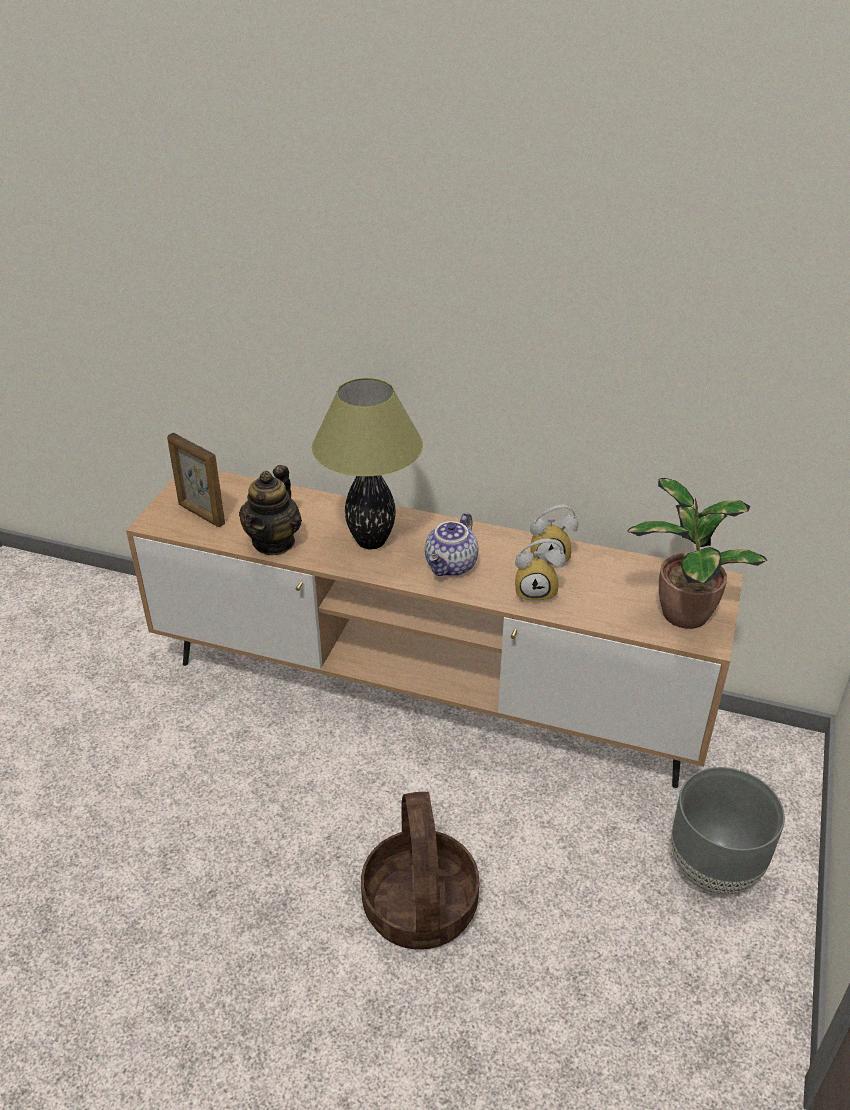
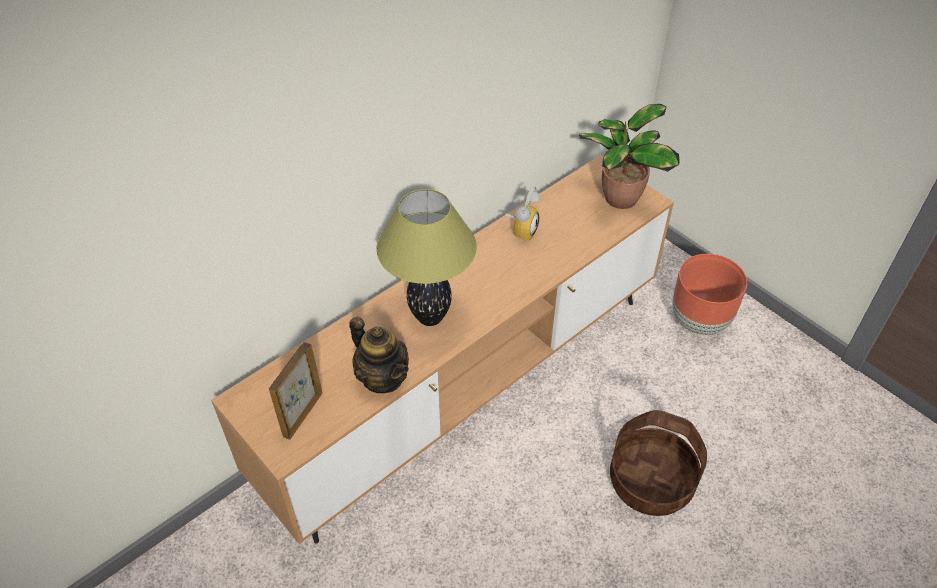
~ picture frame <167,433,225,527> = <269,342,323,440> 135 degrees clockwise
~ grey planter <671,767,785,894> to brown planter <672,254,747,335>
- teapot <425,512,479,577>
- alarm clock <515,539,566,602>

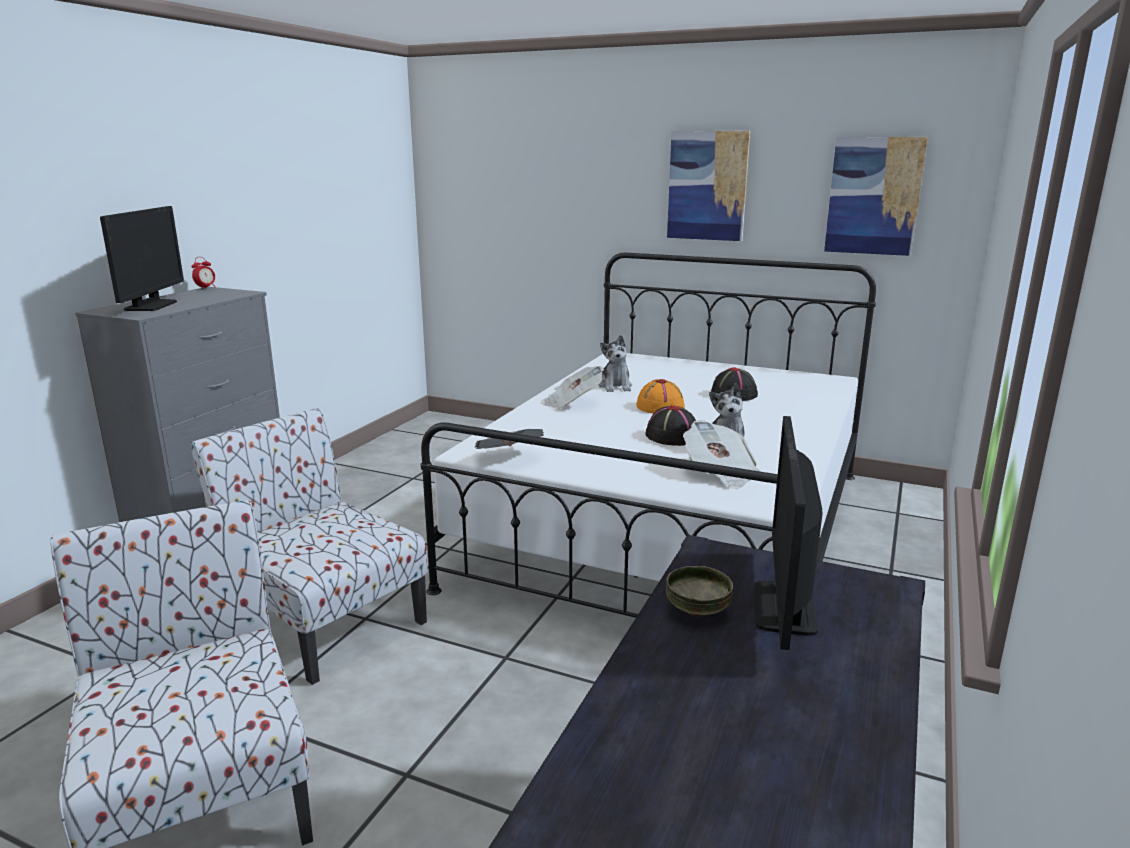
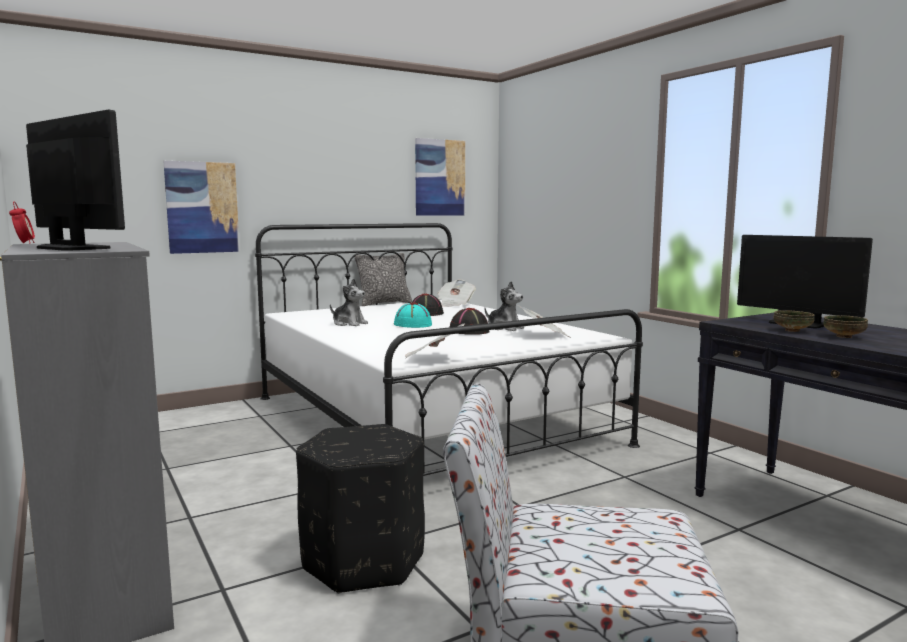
~ picture <667,131,750,241> to <163,161,240,254>
~ chair <191,408,428,685> to black ottoman <296,424,425,594>
+ pillow <355,253,412,306>
~ orange hat <637,379,685,414> to turquoise hat <394,302,432,328>
~ newspaper <541,366,604,409> to <437,280,476,307>
+ bowl <823,315,868,338>

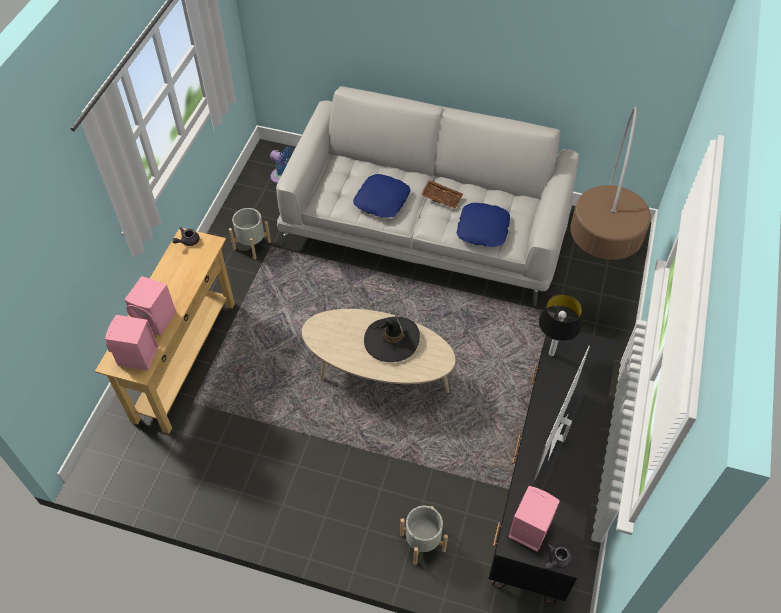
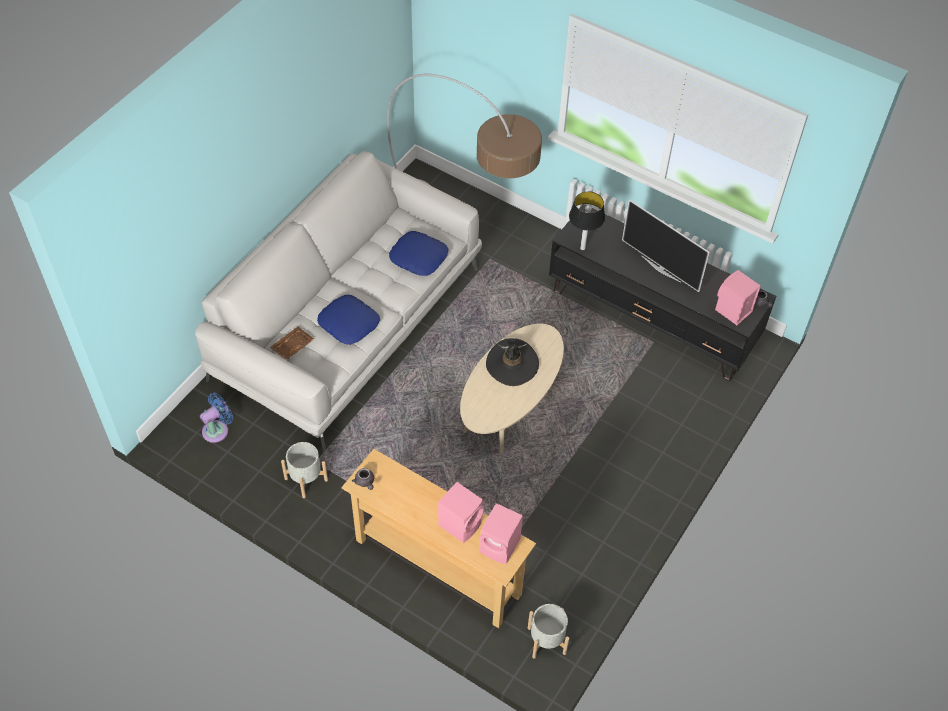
~ brown tray <421,180,463,209> to <270,327,314,360>
~ grey planter <400,506,448,565> to <528,604,569,659>

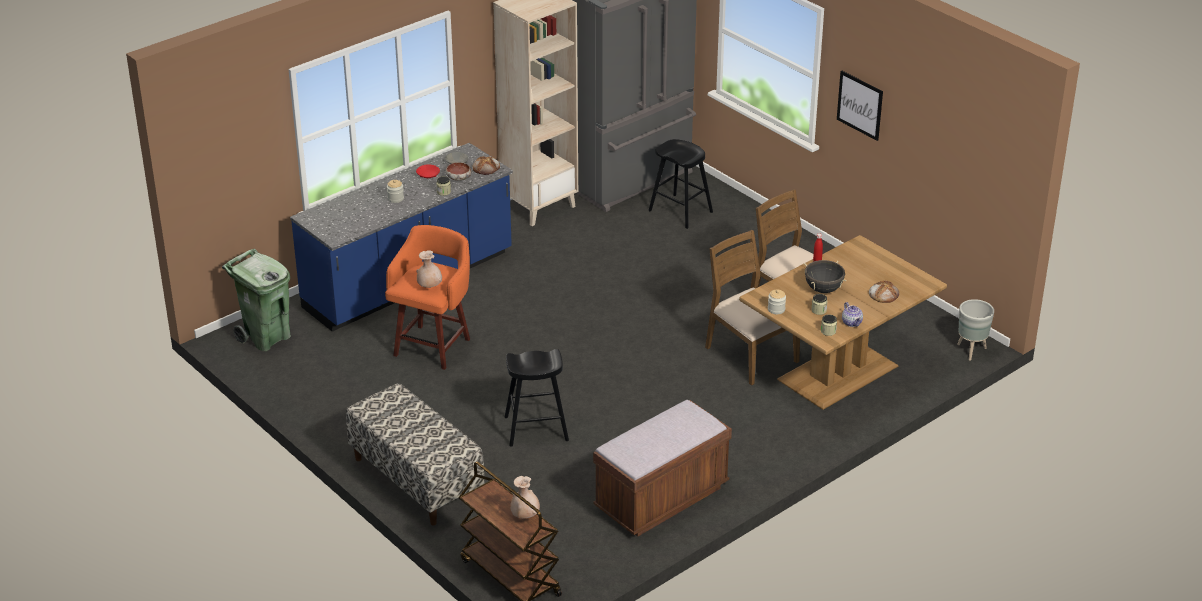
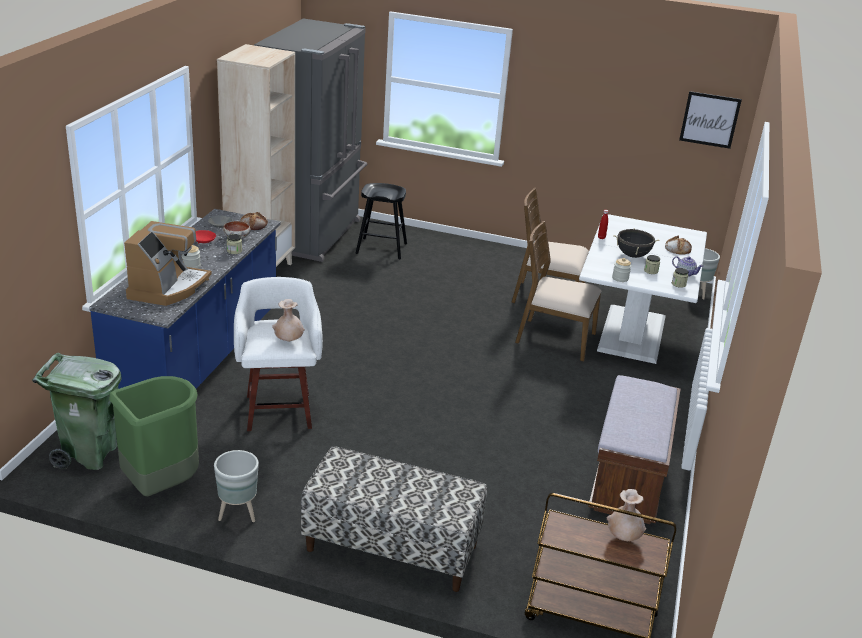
+ green trash can <109,376,199,497>
+ coffee machine <124,221,212,306>
+ grey planter <214,450,259,522>
~ orange stool <385,225,470,370> to white stool <234,277,323,431>
~ brown dining table <739,235,947,410> to white dining table <579,214,707,364>
~ picture <837,70,883,141> to <679,91,742,149>
- black stool <505,349,569,447>

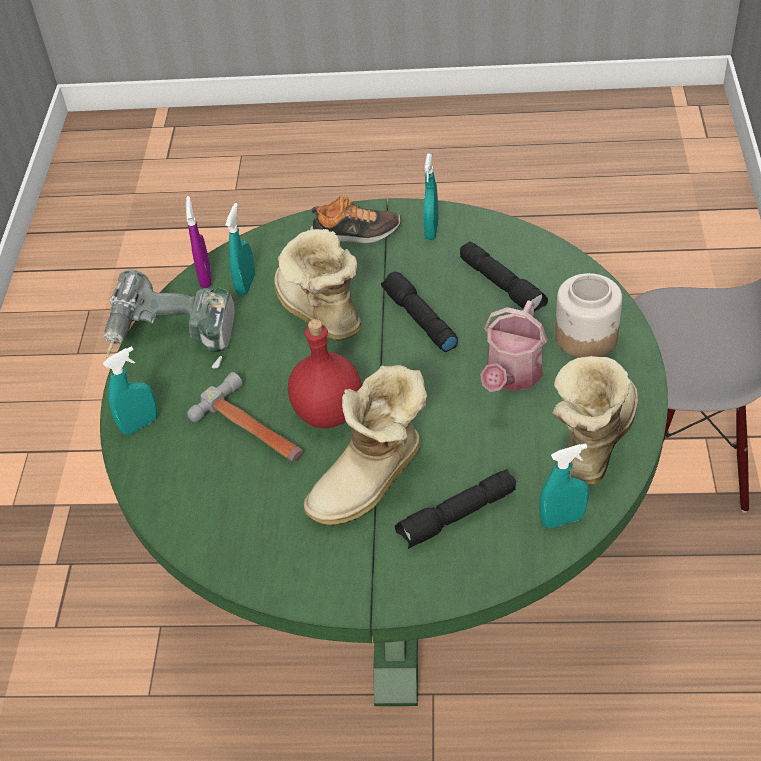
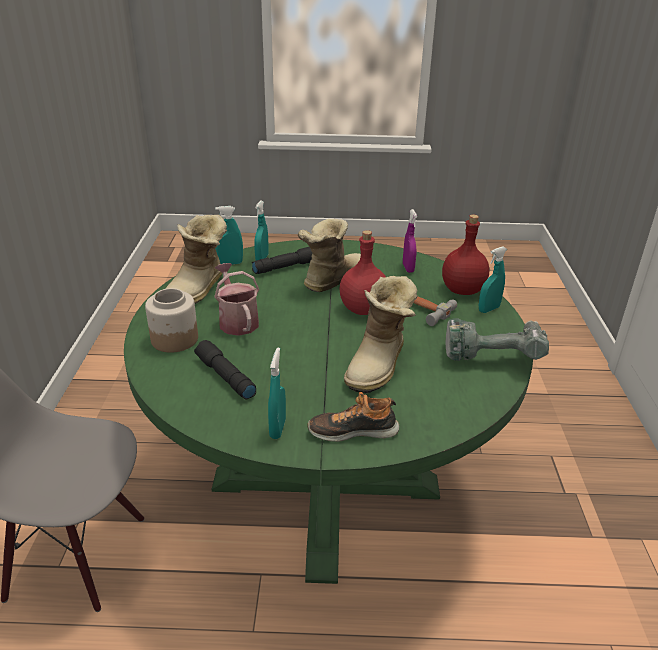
~ watering can <480,300,547,392> = <214,263,259,336> 45 degrees counterclockwise
~ turquoise spray bottle <225,203,255,296> to <254,201,269,260>
~ boot <274,229,362,341> = <344,276,418,394> 60 degrees clockwise
~ purple spray bottle <186,196,211,288> to <403,209,417,273>
+ red bottle <442,215,489,295>
- black flashlight <381,271,458,352>

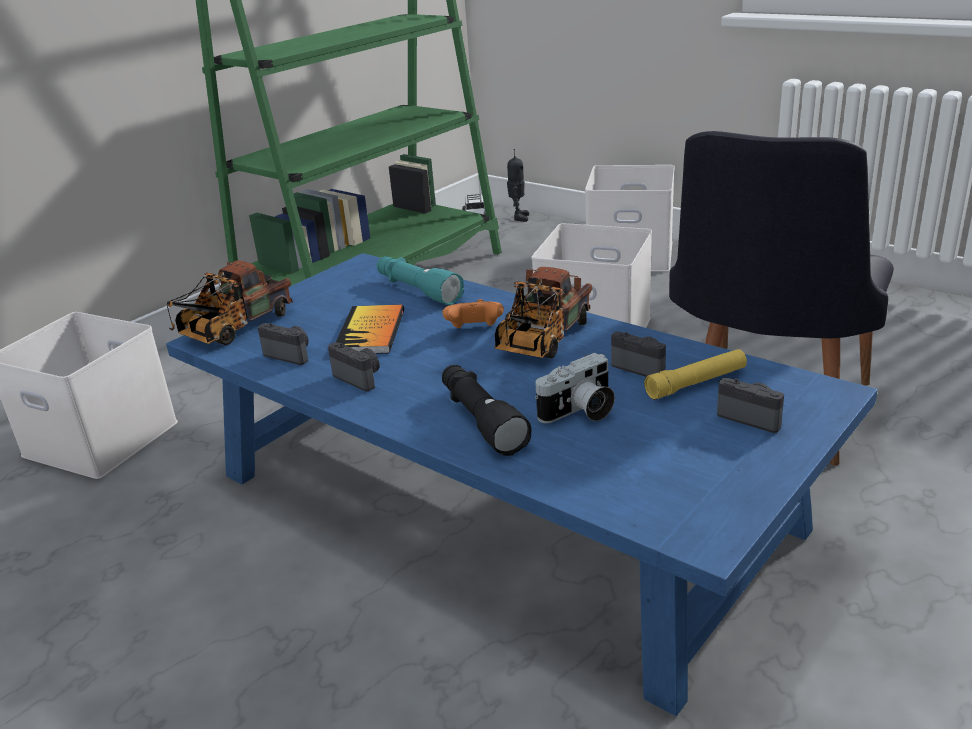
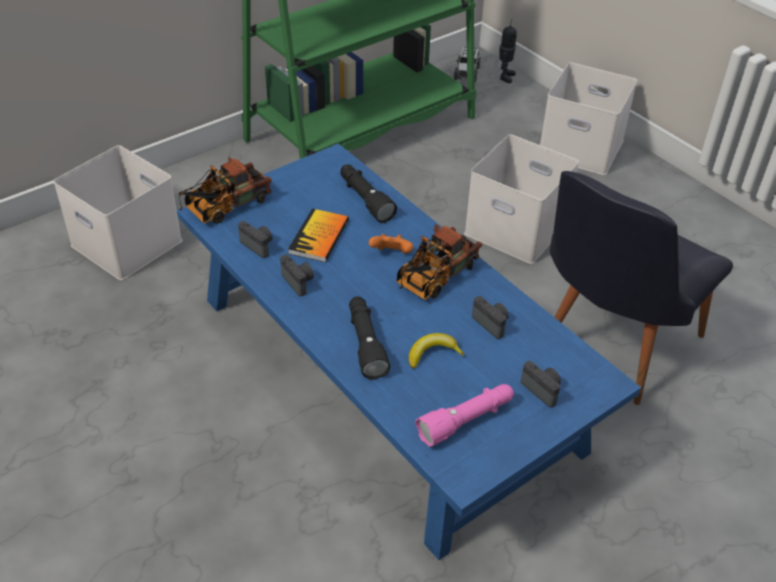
~ turquoise flashlight <376,256,464,305> to black flashlight <340,164,397,223>
~ photo camera <535,353,615,423> to banana <409,333,464,369>
+ pink flashlight <415,384,514,447>
- yellow flashlight <644,349,747,400>

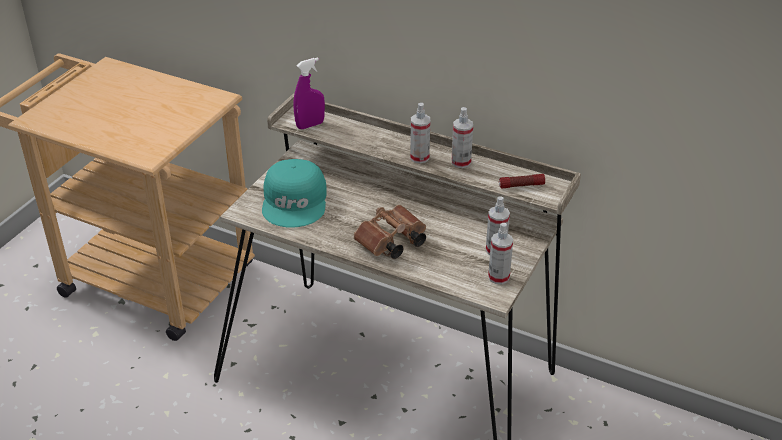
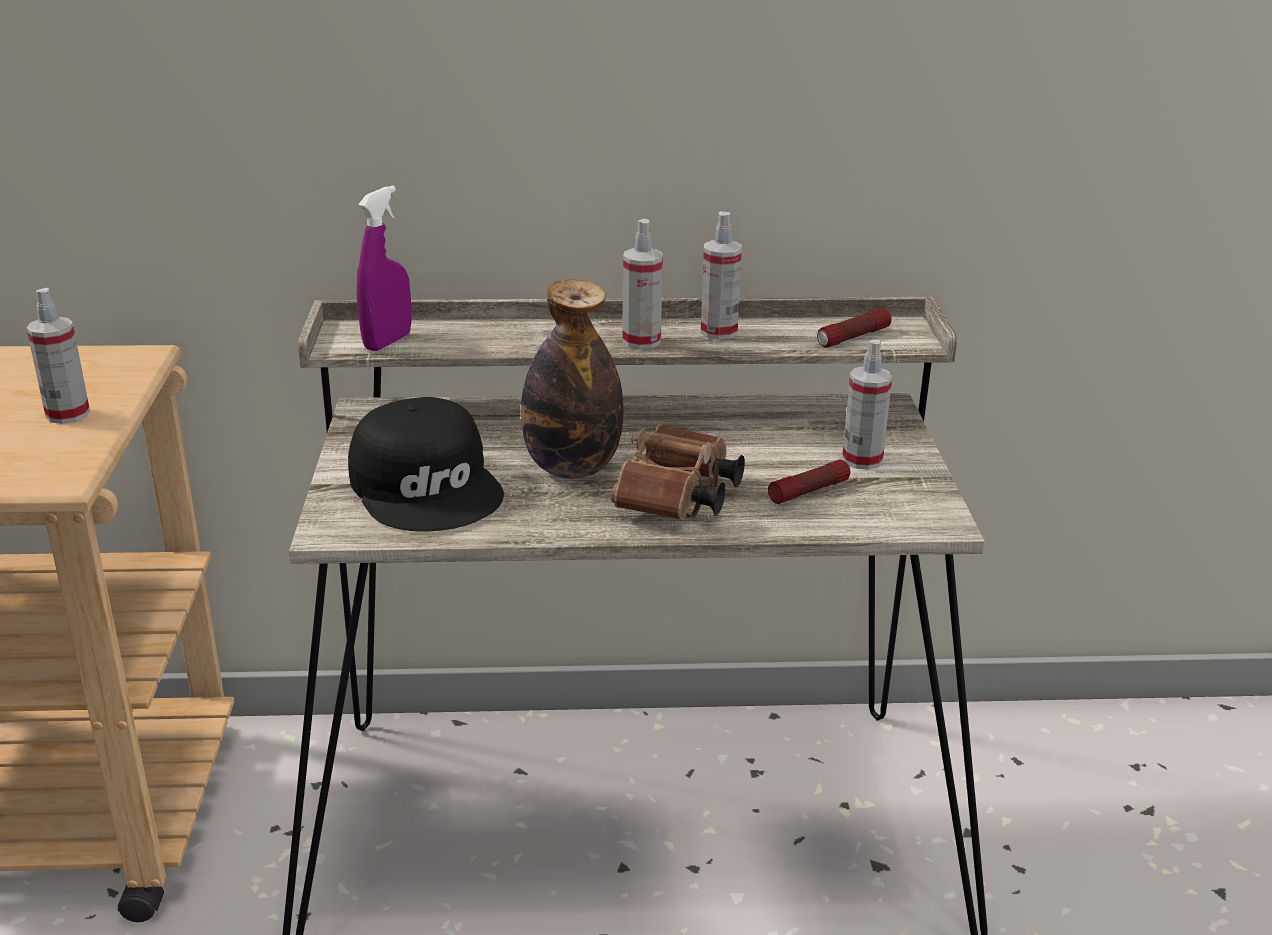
~ spray bottle <488,223,513,284> to <27,288,90,424>
~ turquoise cap <262,159,327,228> to black cap <348,397,504,532>
+ bottle <521,279,623,479>
+ flashlight <768,459,850,504>

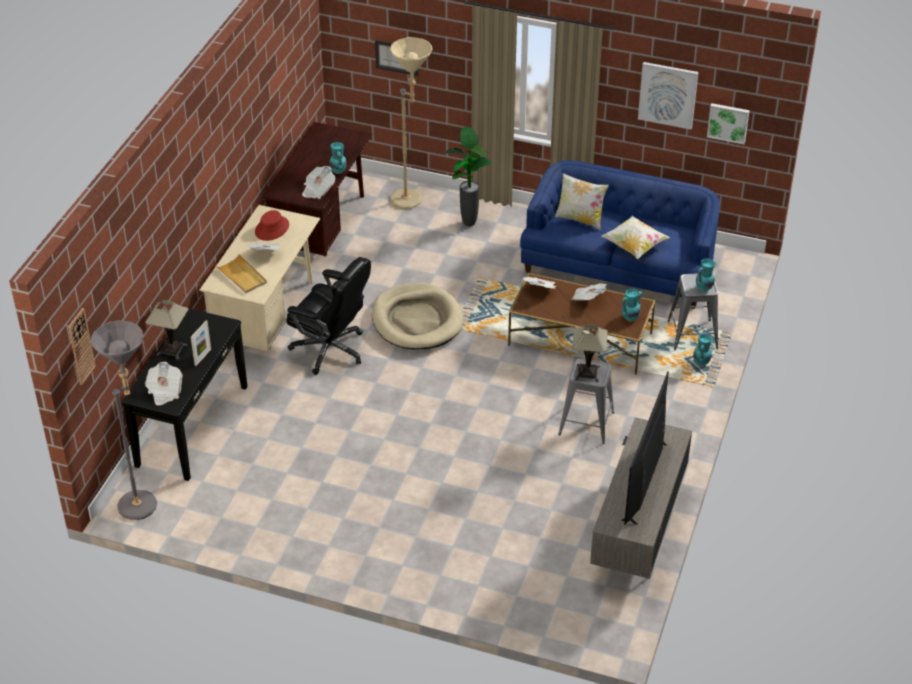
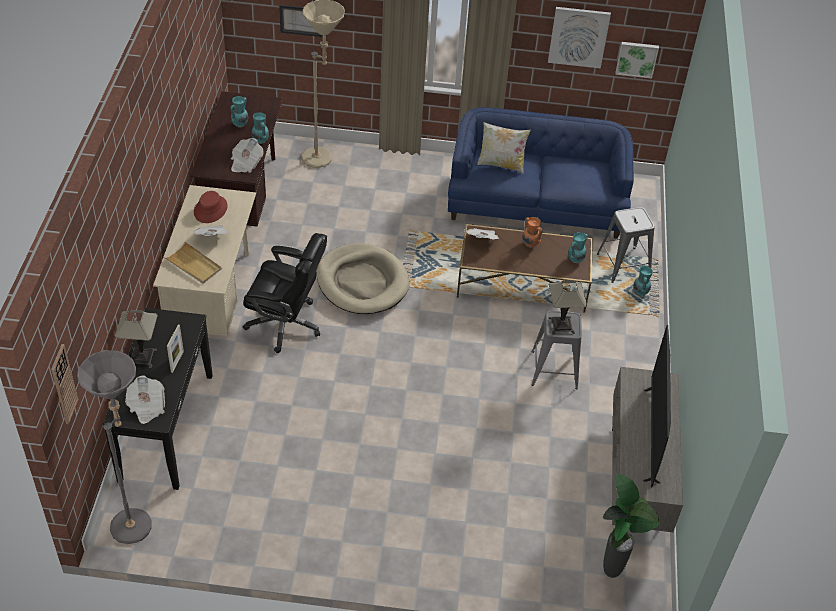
~ turquoise vase <696,258,716,292> to <231,96,248,128>
~ newspaper <571,283,607,300> to orange vase <523,217,542,248>
~ potted plant <446,127,491,226> to <603,474,660,578>
- pillow <601,216,670,259>

